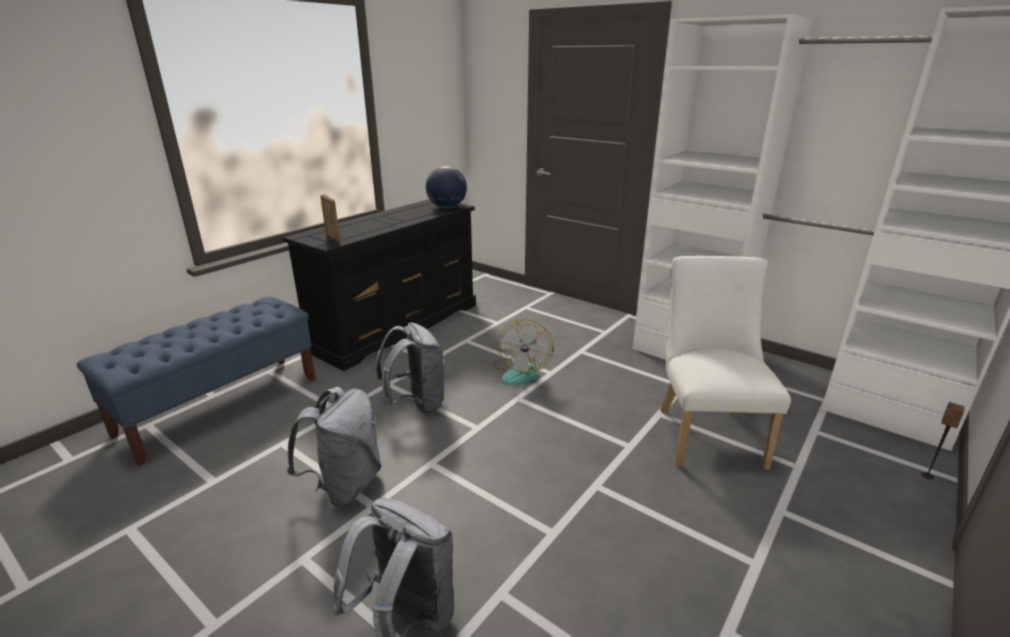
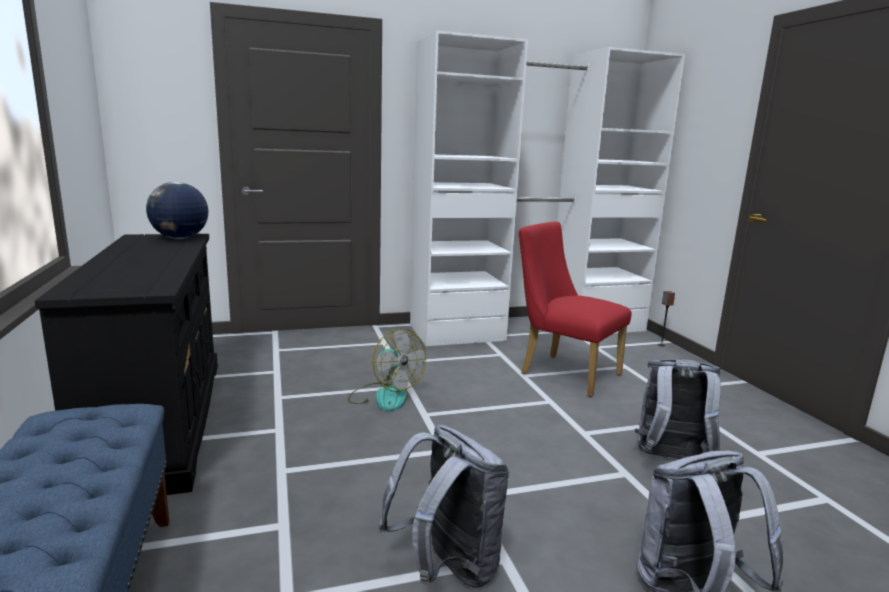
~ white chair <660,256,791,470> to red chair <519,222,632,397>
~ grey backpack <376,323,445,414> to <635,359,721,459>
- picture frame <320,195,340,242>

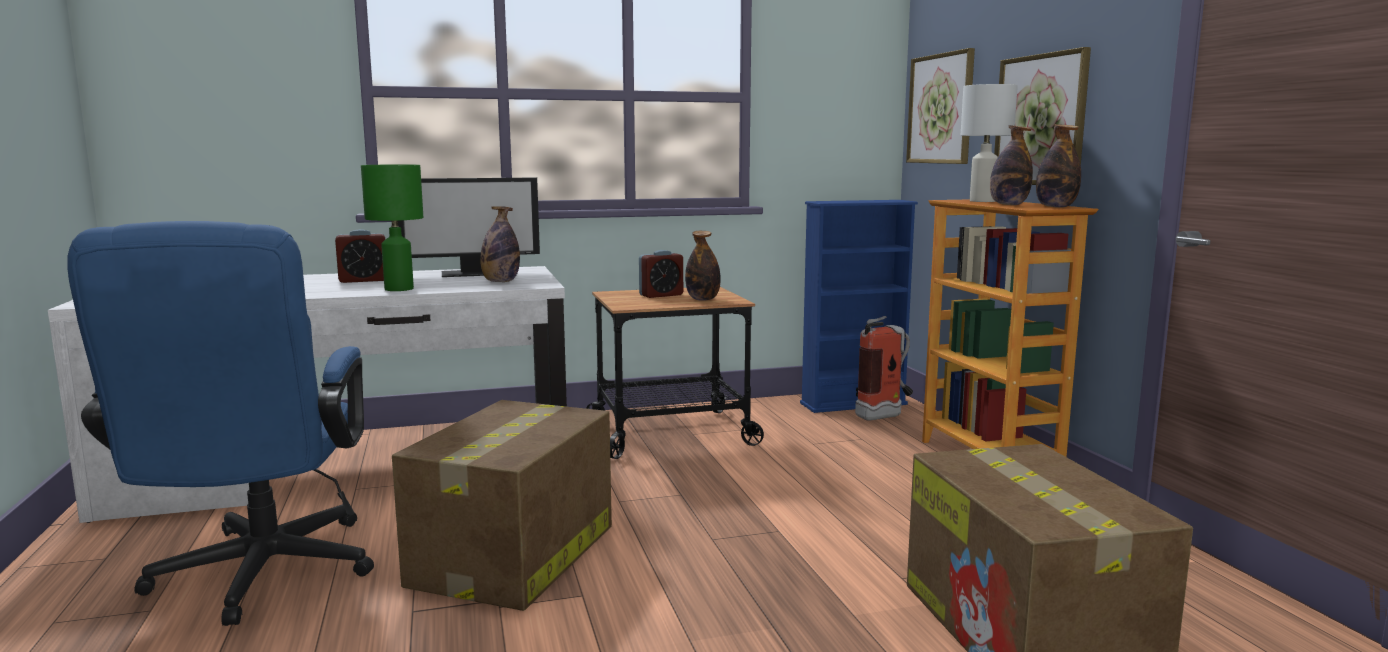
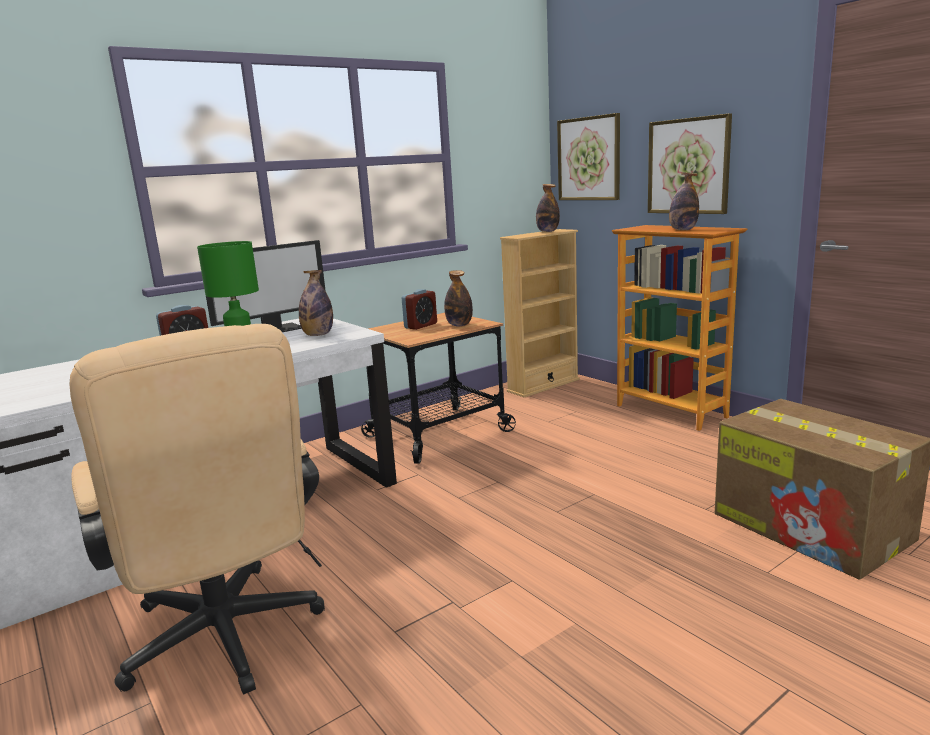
~ blue office chair <67,221,374,626> to beige office chair <69,324,325,695>
~ blue bookcase <800,200,918,413> to beige bookcase <500,229,580,397>
~ bottle <1036,124,1081,208> to <536,184,560,232>
- cardboard box <392,400,612,611>
- fire extinguisher <855,316,913,421>
- white table lamp <961,84,1018,202>

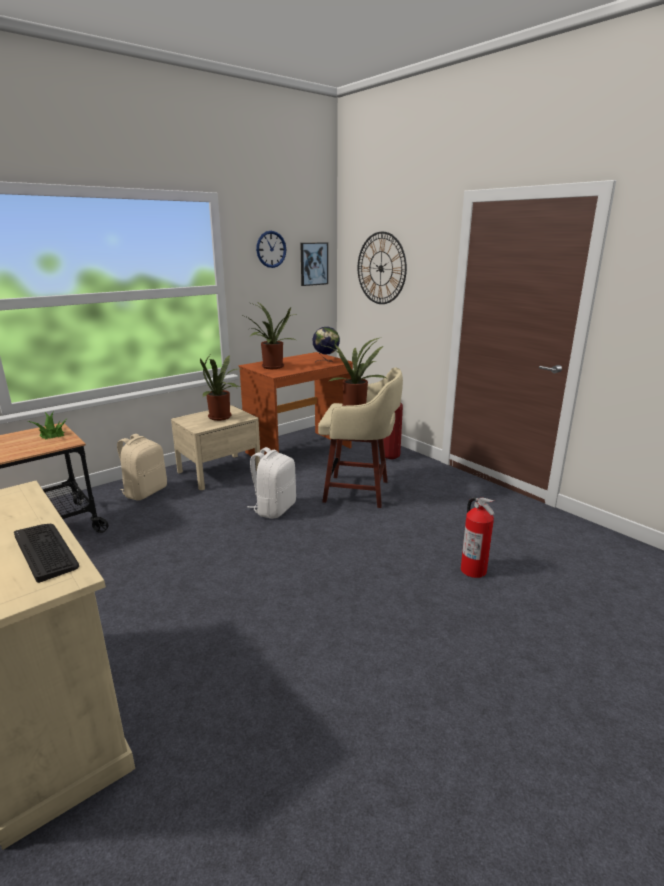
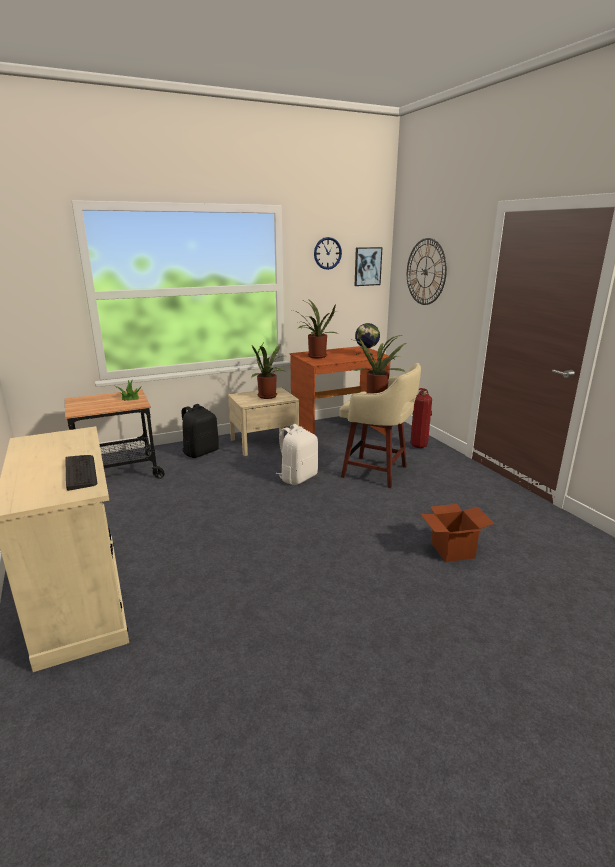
~ beige backpack <117,434,167,500> to black backpack <181,404,219,458>
~ fire extinguisher <461,497,494,578> to cardboard box <421,504,494,562>

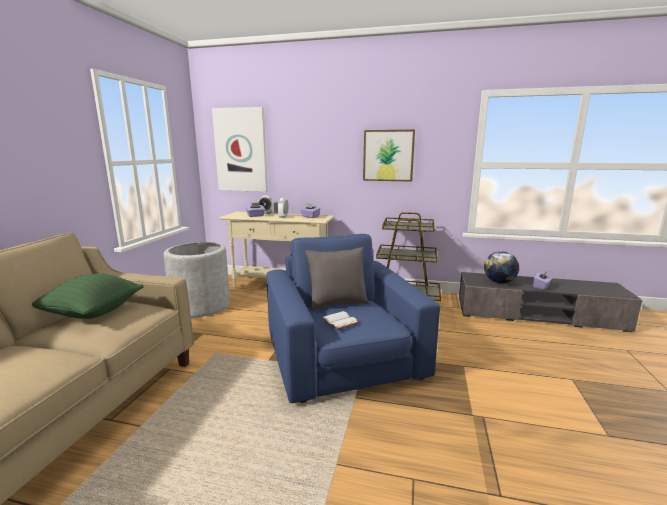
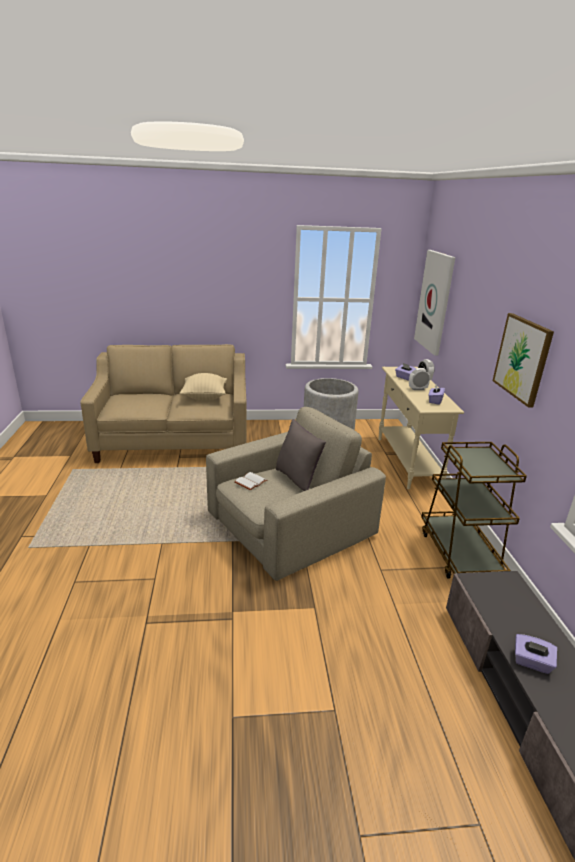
~ green pillow <32,273,144,319> to beige pillow <180,373,227,400>
~ blue armchair <266,234,440,403> to beige armchair <206,407,386,581>
- globe <484,251,519,283>

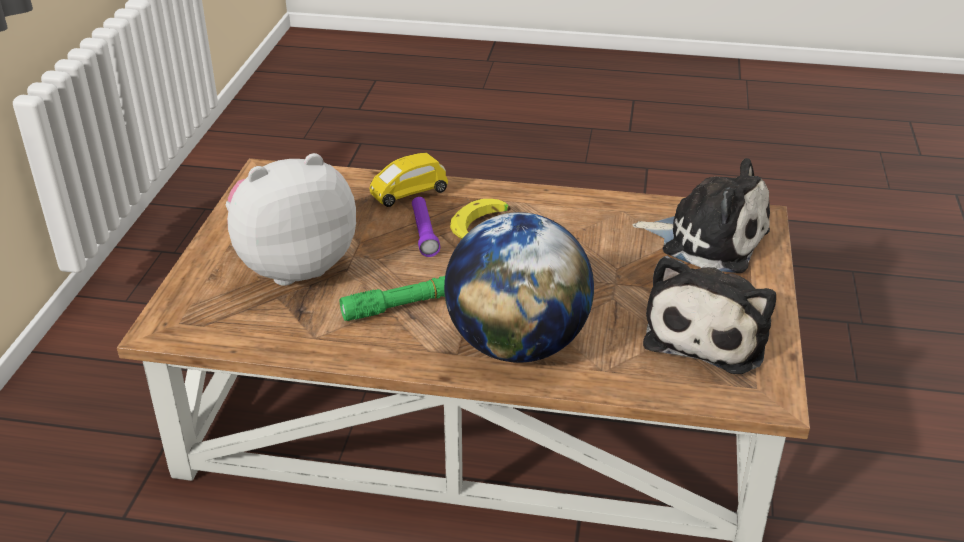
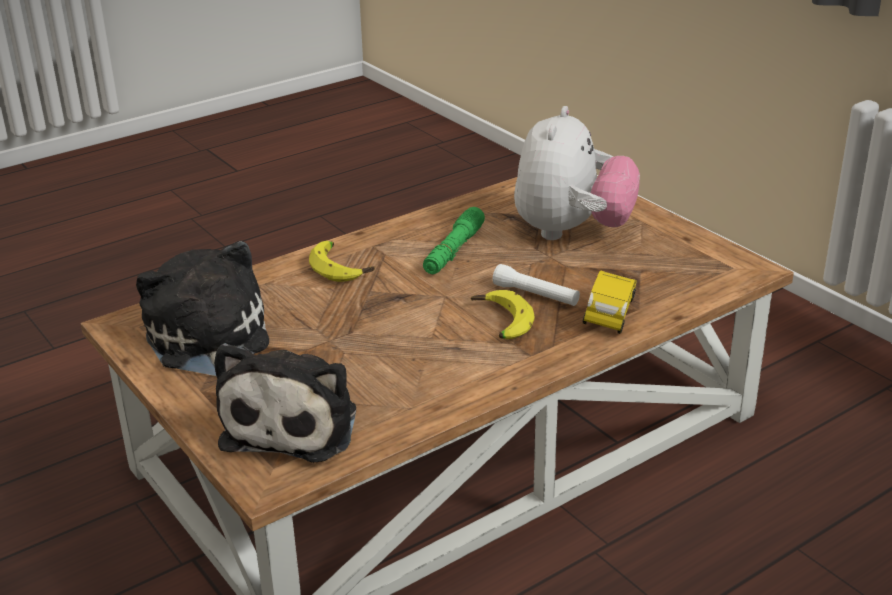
~ plush toy <632,158,770,273> = <214,343,356,463> 60 degrees counterclockwise
~ globe <444,212,594,363> to banana <309,241,375,282>
~ purple flashlight <412,197,440,257> to white flashlight <493,264,580,306>

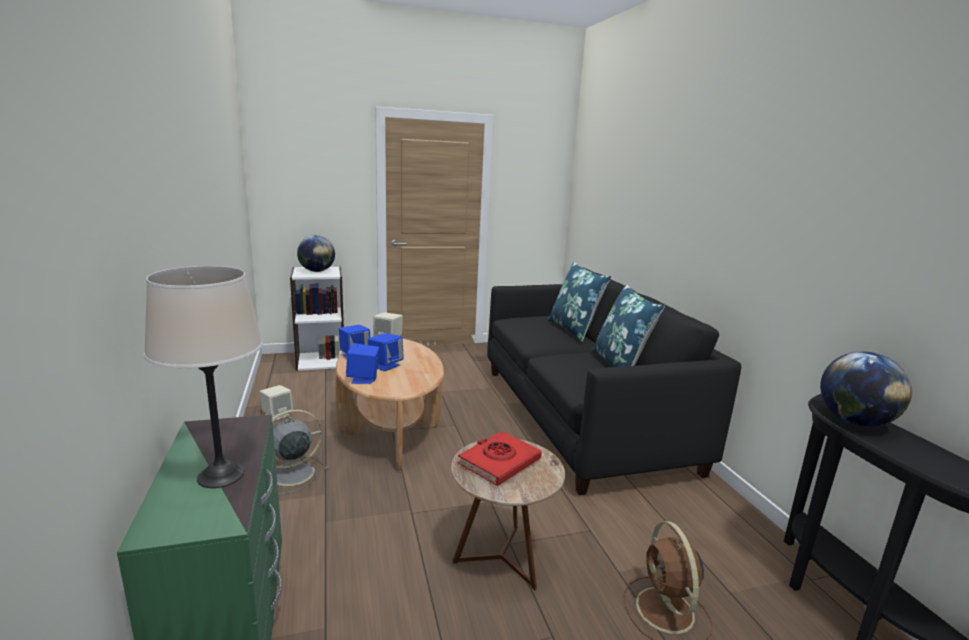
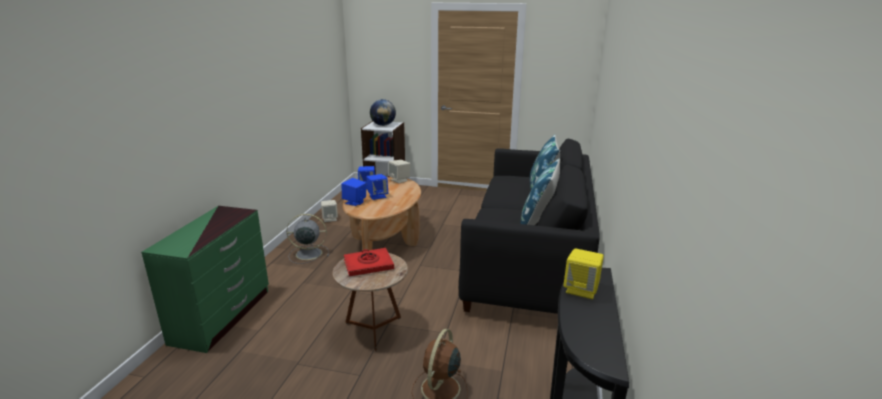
~ globe <820,351,912,427> to yellow speaker <563,248,604,299>
- beige table lamp <144,266,263,488>

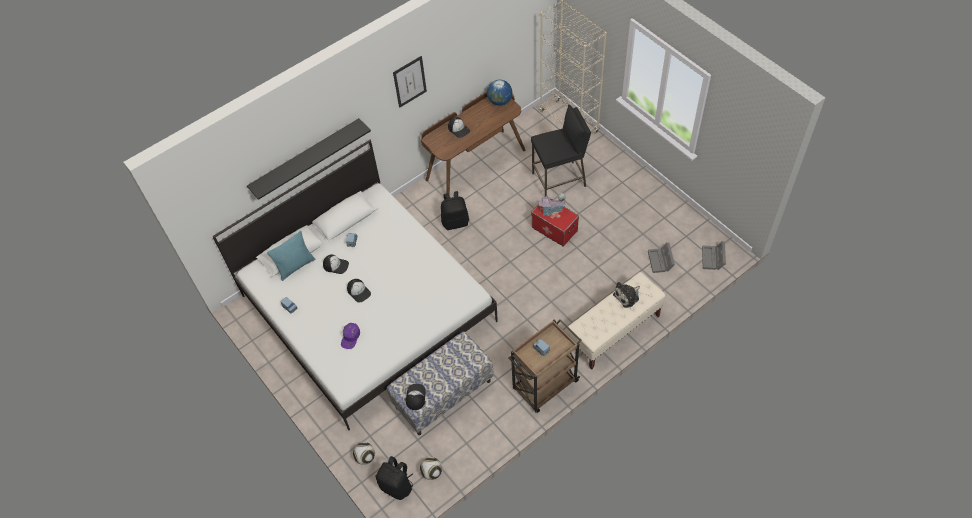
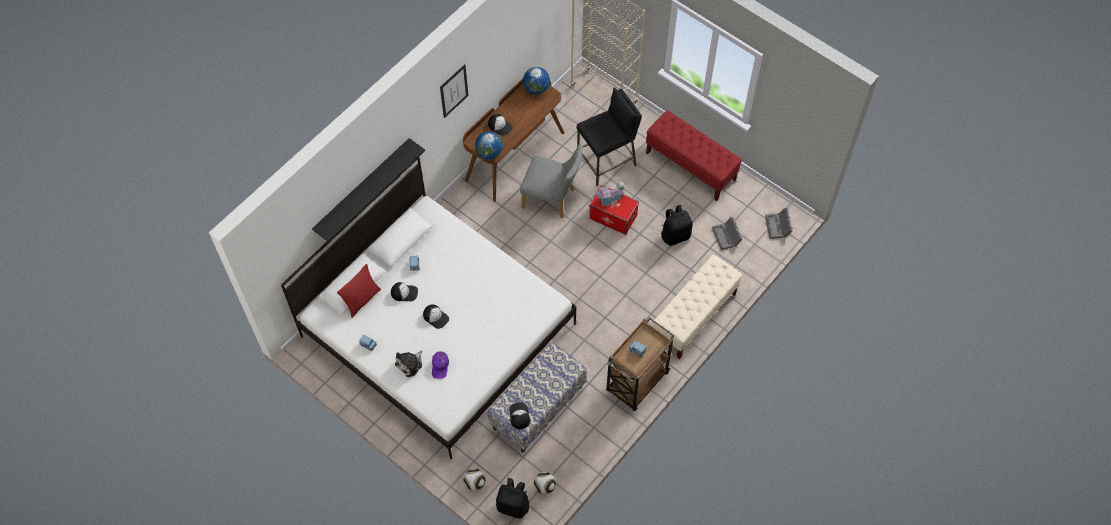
~ turquoise pillow <267,231,315,281> to red pillow <337,264,381,318>
~ plush toy <613,282,640,308> to <395,350,422,377>
+ globe <475,131,503,160>
+ grey chair <520,144,583,218>
+ red bench <646,111,742,201>
~ black backpack <441,191,469,230> to <661,205,693,246>

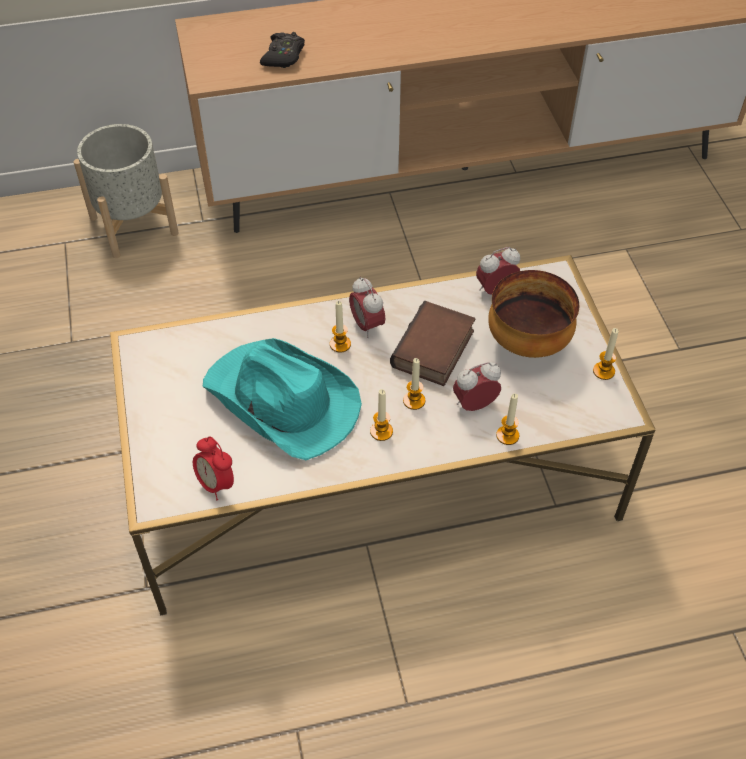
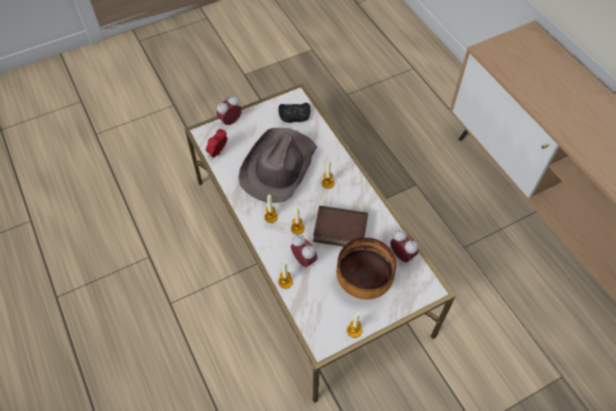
~ alarm clock <349,277,385,338> to <216,96,242,125>
~ turquoise hat <203,338,362,460> to brown hat <238,128,318,203>
~ black game controller <260,32,305,68> to <278,103,310,123>
- grey planter <74,124,179,258>

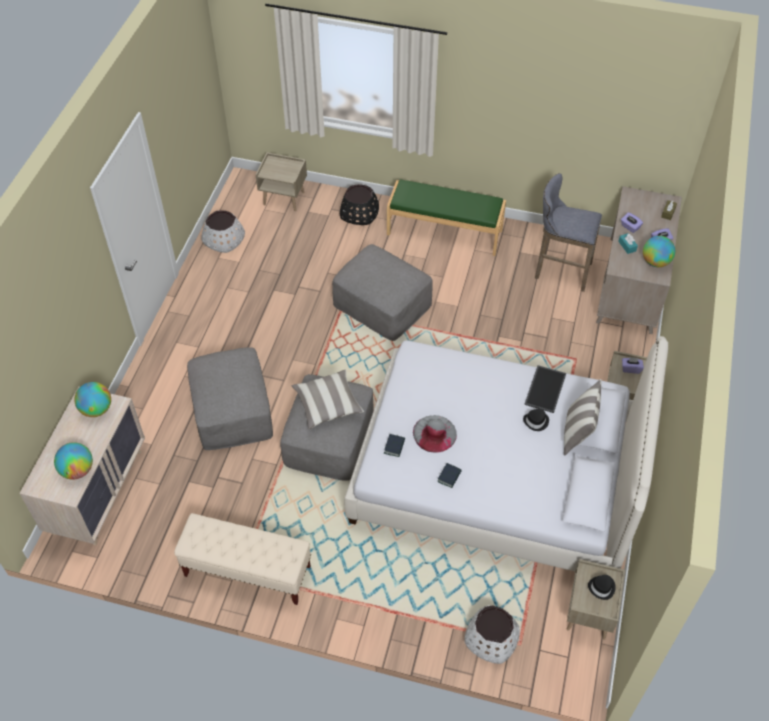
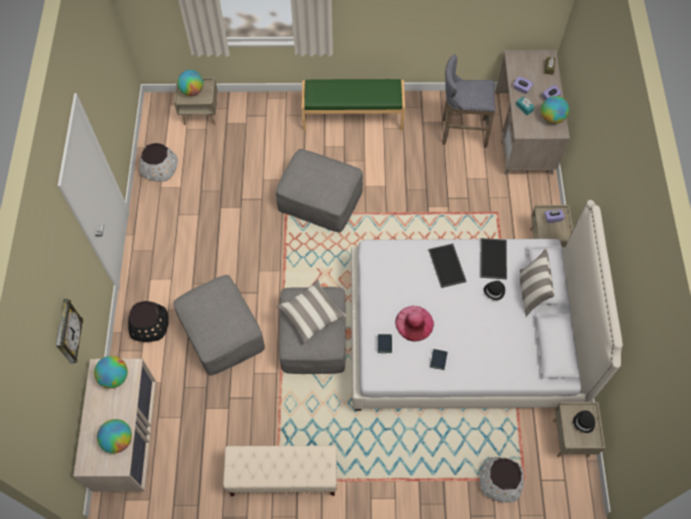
+ wall clock <56,299,83,364>
~ black planter <340,184,379,225> to <128,301,169,342>
+ globe <177,70,204,96>
~ grey hat <413,415,457,452> to pink hat <395,306,434,342>
+ tray <428,243,467,288>

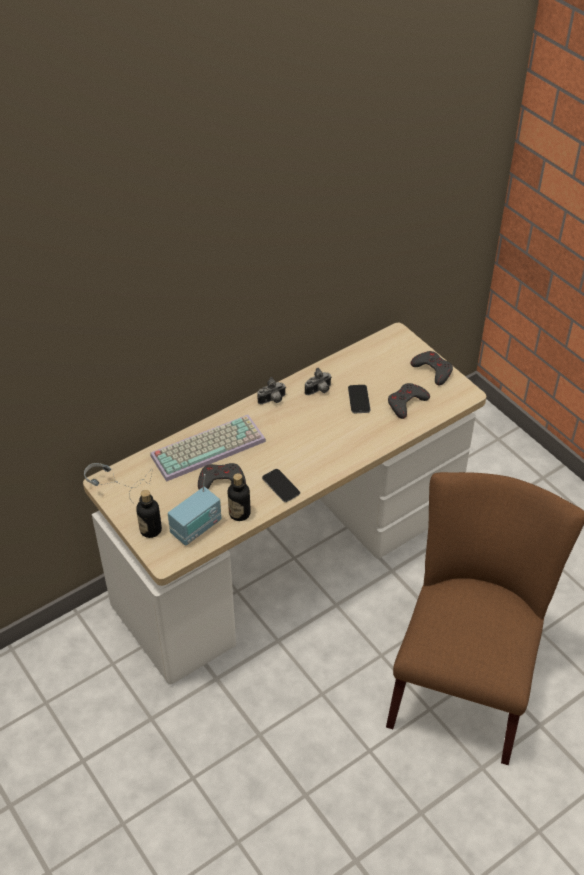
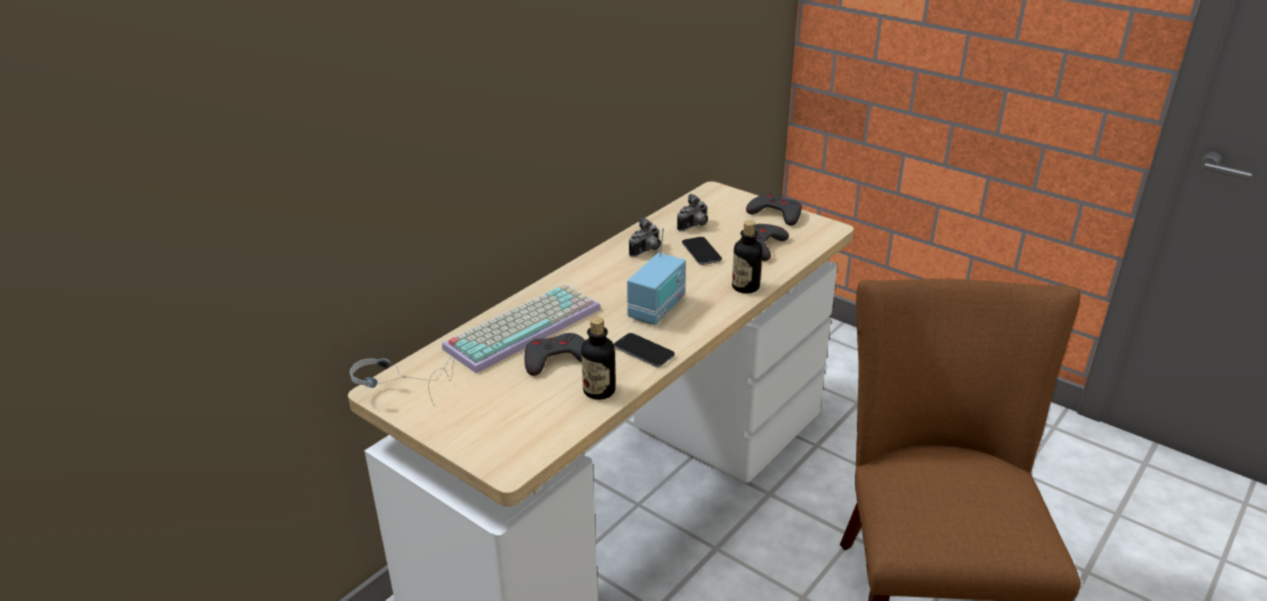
~ radio <168,474,221,546> to <627,228,686,325>
~ photo camera <257,377,286,404> to <677,194,708,231>
~ bottle <136,490,162,538> to <732,220,762,293>

